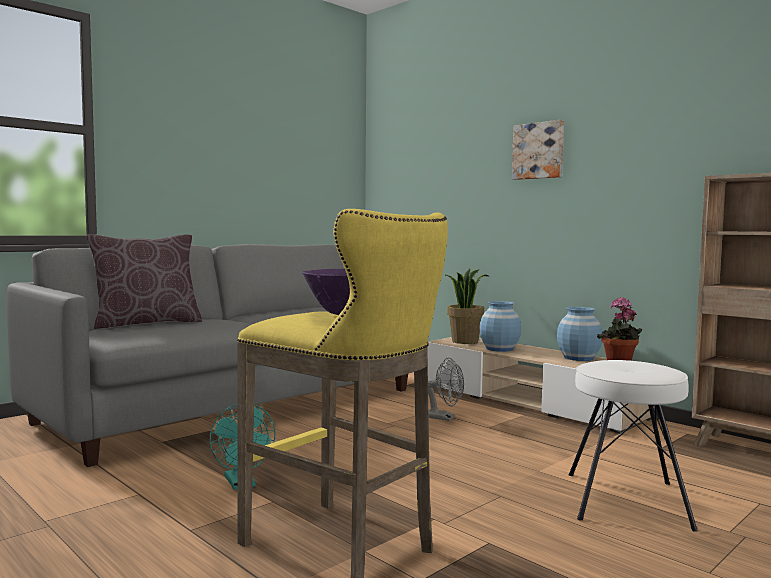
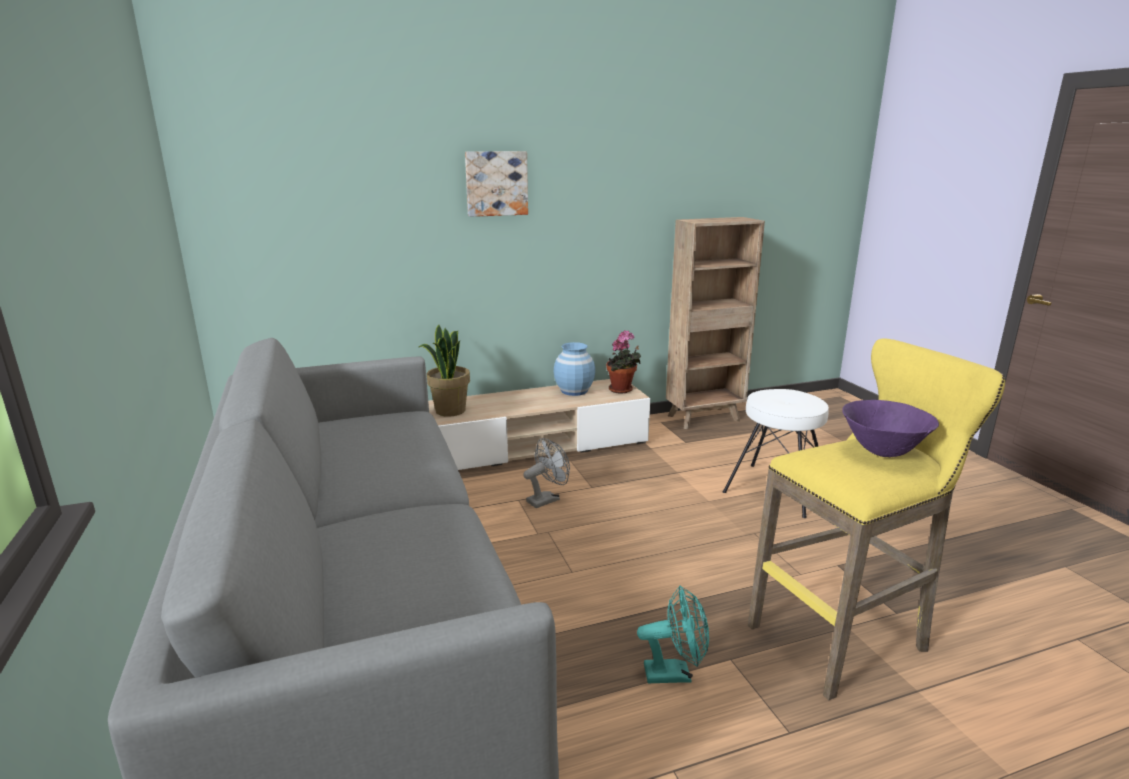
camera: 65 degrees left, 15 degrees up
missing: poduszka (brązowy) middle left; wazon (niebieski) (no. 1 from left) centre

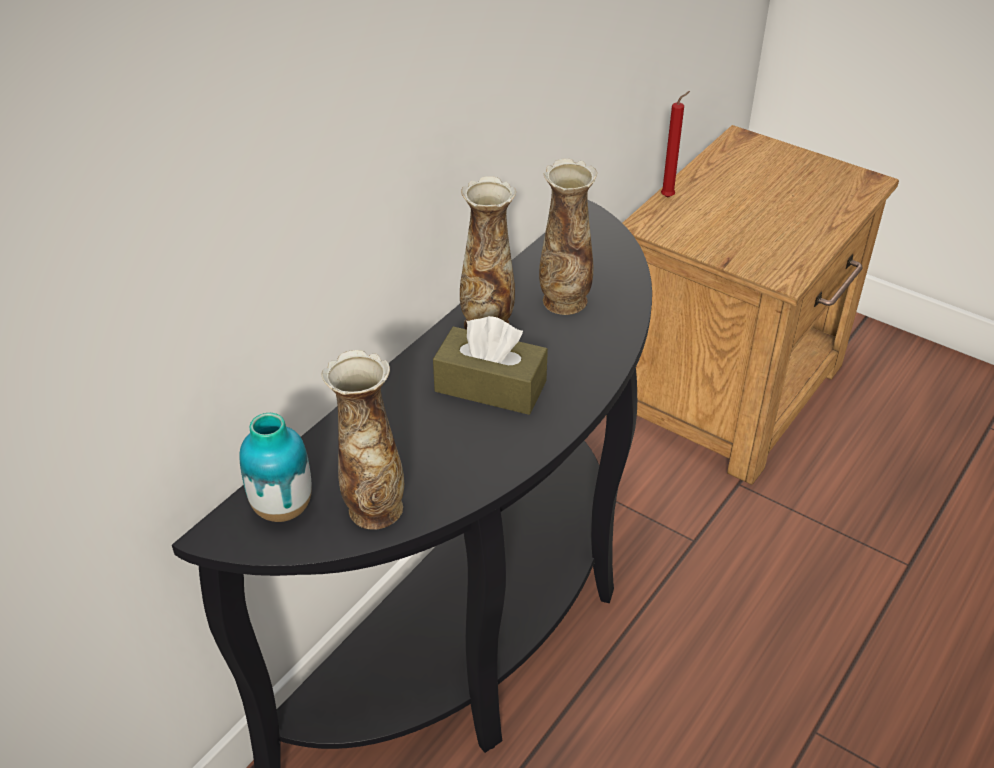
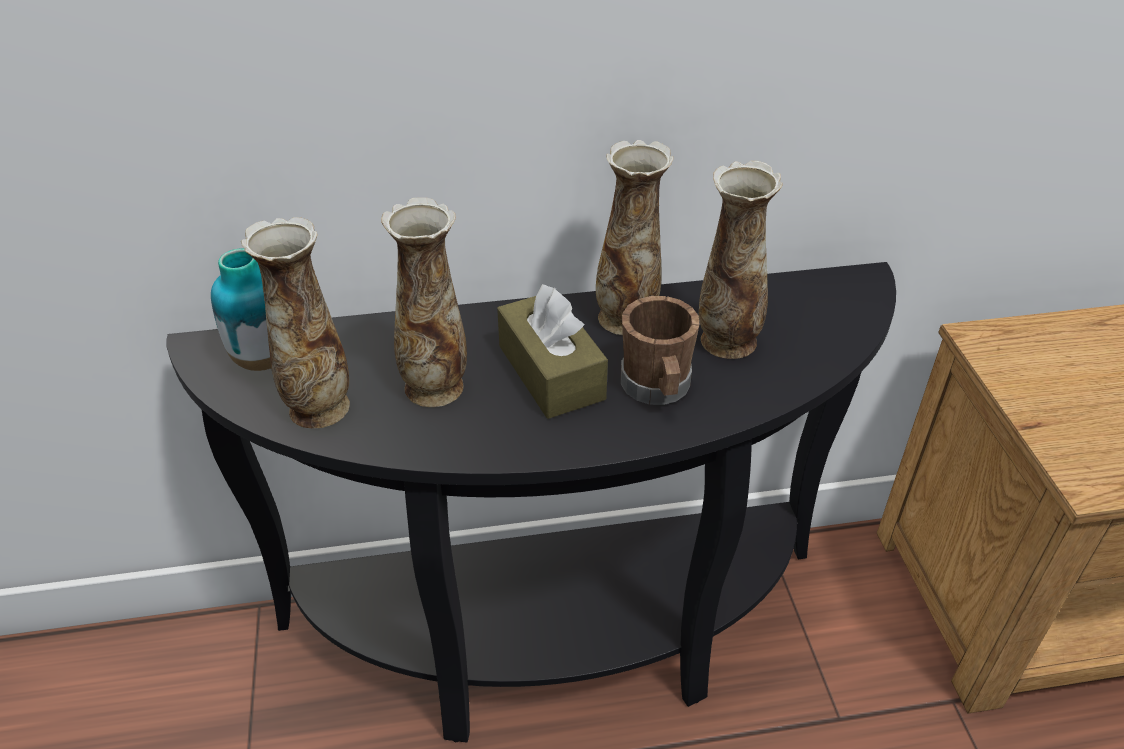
camera: 45 degrees right, 0 degrees up
missing: świeca (czerwony) top right
appeared: wazon (no. 3 from left) centre; kubek (brązowy) centre

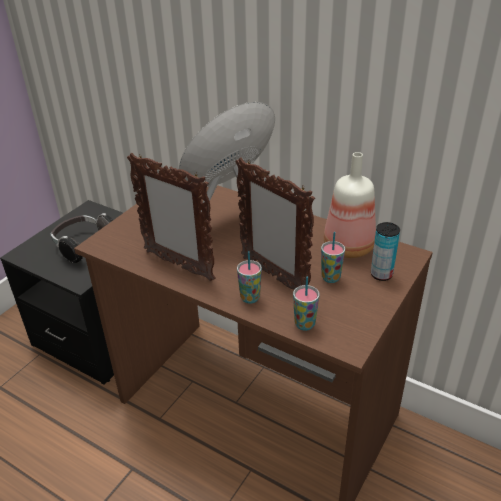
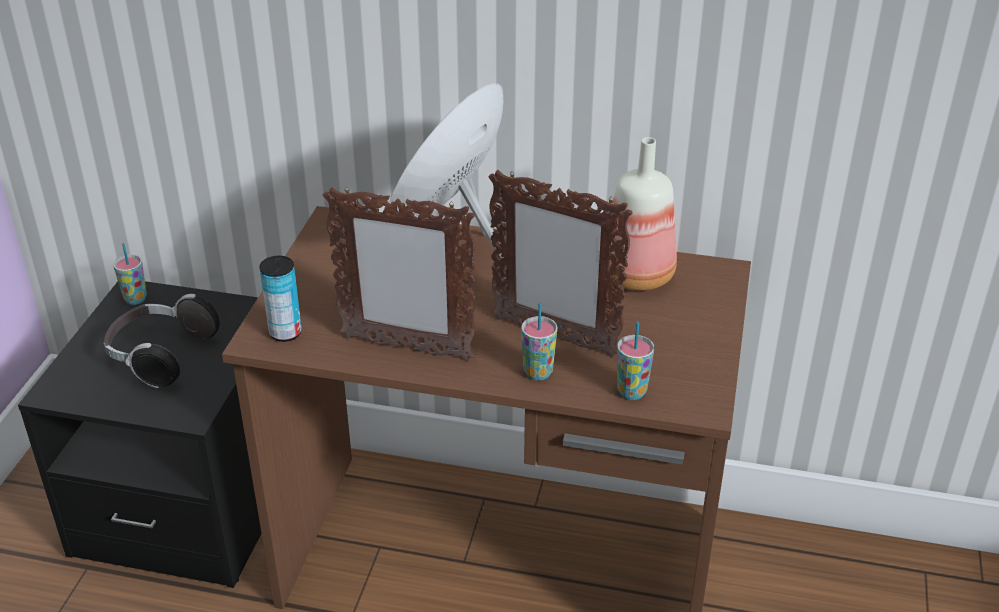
camera: 20 degrees left, 0 degrees up
relocated: puszka middle right to middle left; filiżanka (no. 3 from left in the first image) centre to filiżanka (no. 1 from left) middle left

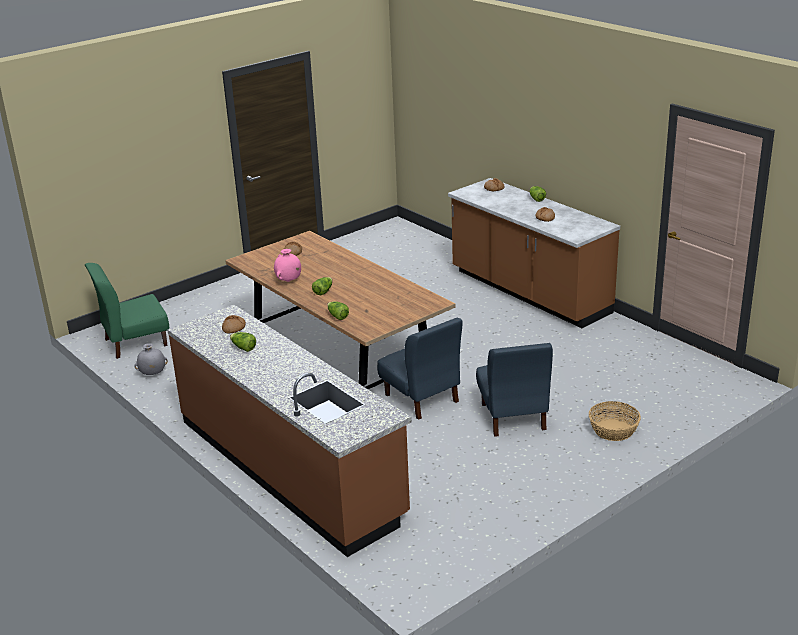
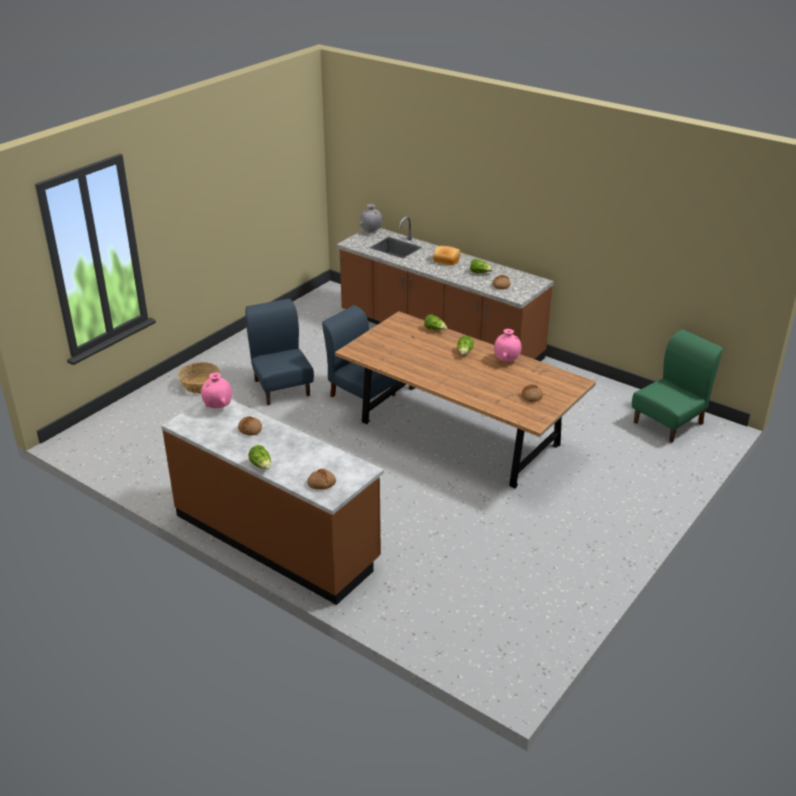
camera: 165 degrees right, 5 degrees up
appeared: chleb (no. 3 from left) top centre; wazon (różowy) (no. 1 from left) middle left
relocated: wazon (szary) middle left to top centre

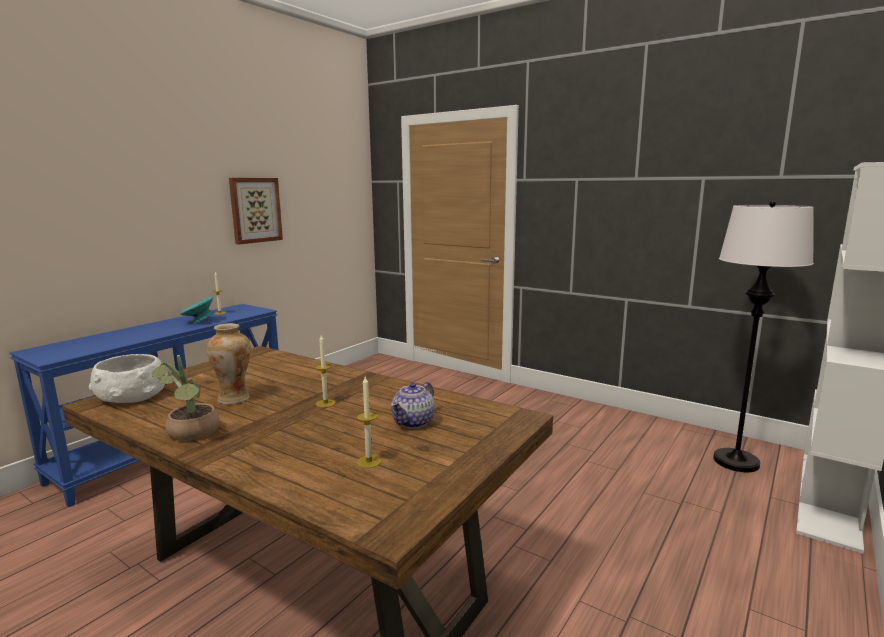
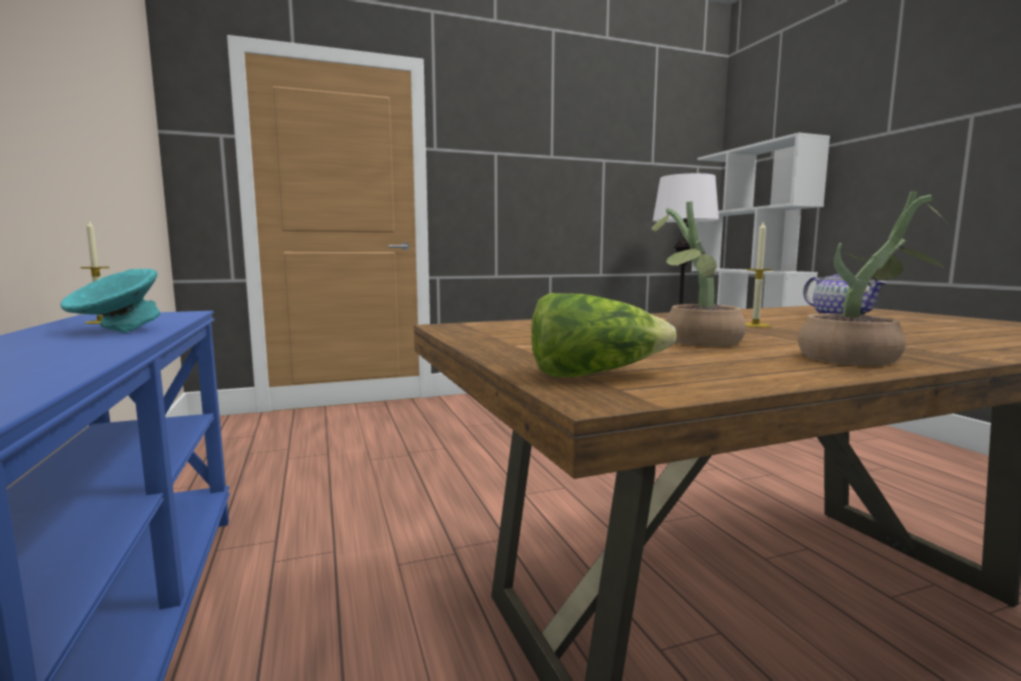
camera: 55 degrees left, 5 degrees down
missing: obraz top left; świeca (no. 3 from left) centre
exchanged: wazon middle left to roślina doniczkowa (no. 1 from left) middle right; miska (biały) middle left to sałata centre

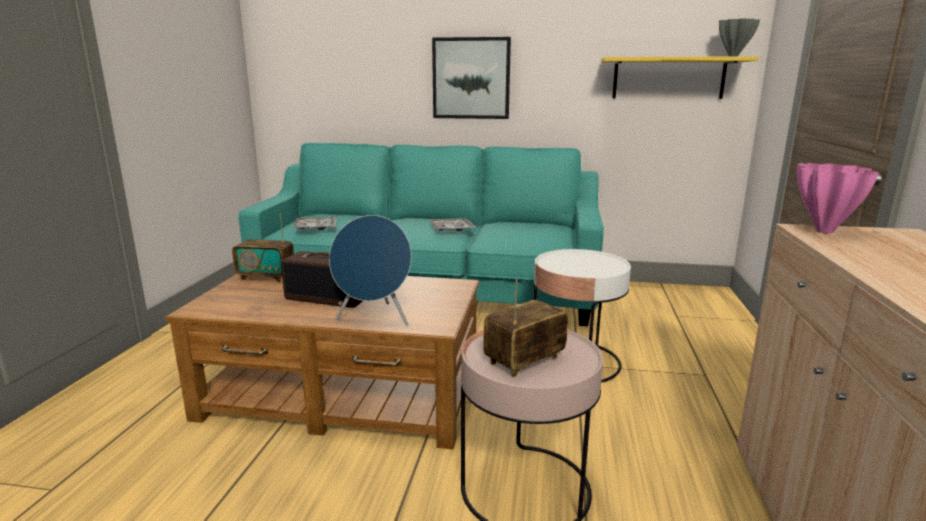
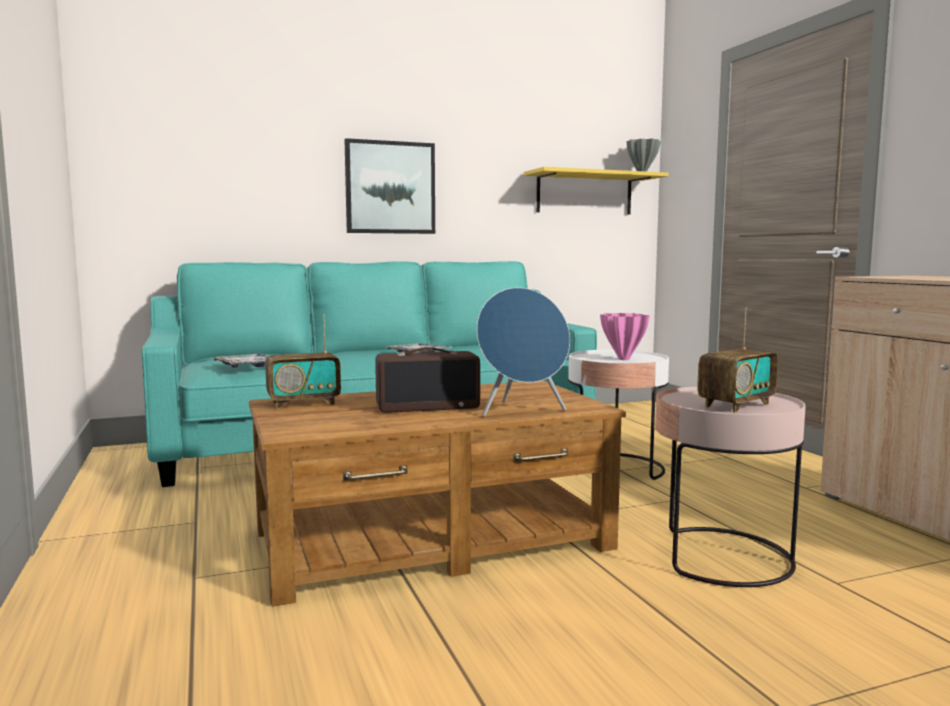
camera: 30 degrees left, 10 degrees down
relocated: wazon (różowy) middle right to centre
spun: radio (no. 3 from left) centre = middle right 150 degrees counterclockwise

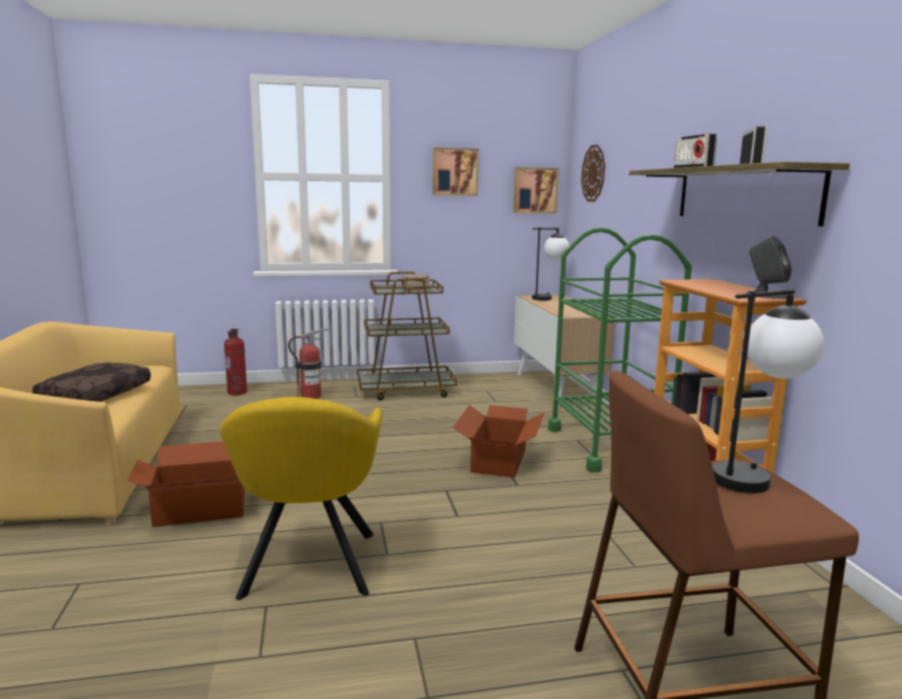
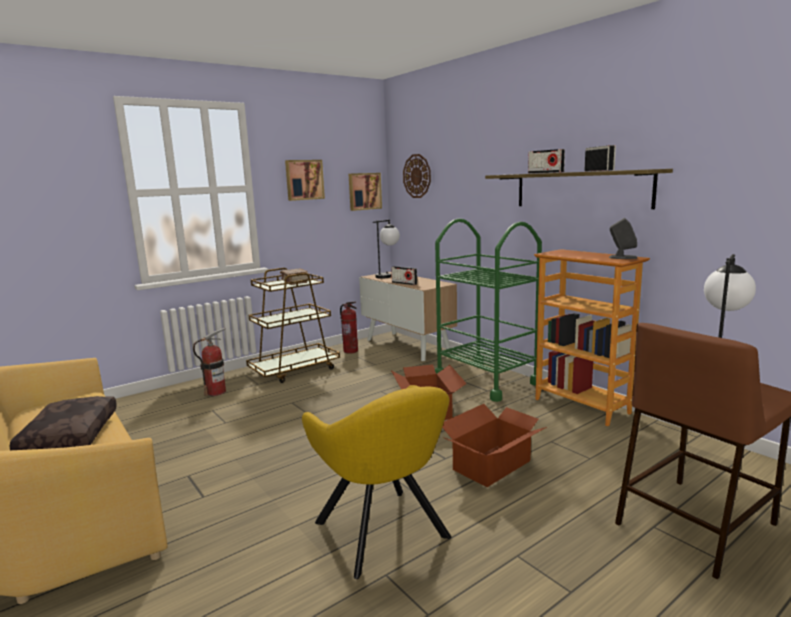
camera: 25 degrees left, 0 degrees up
appeared: radio (no. 1 from left) centre
relocated: gaśnica (no. 1 from left in the first image) middle left to gaśnica (no. 2 from left) centre; karton (no. 1 from left in the first image) bottom left to karton (no. 2 from left) bottom centre

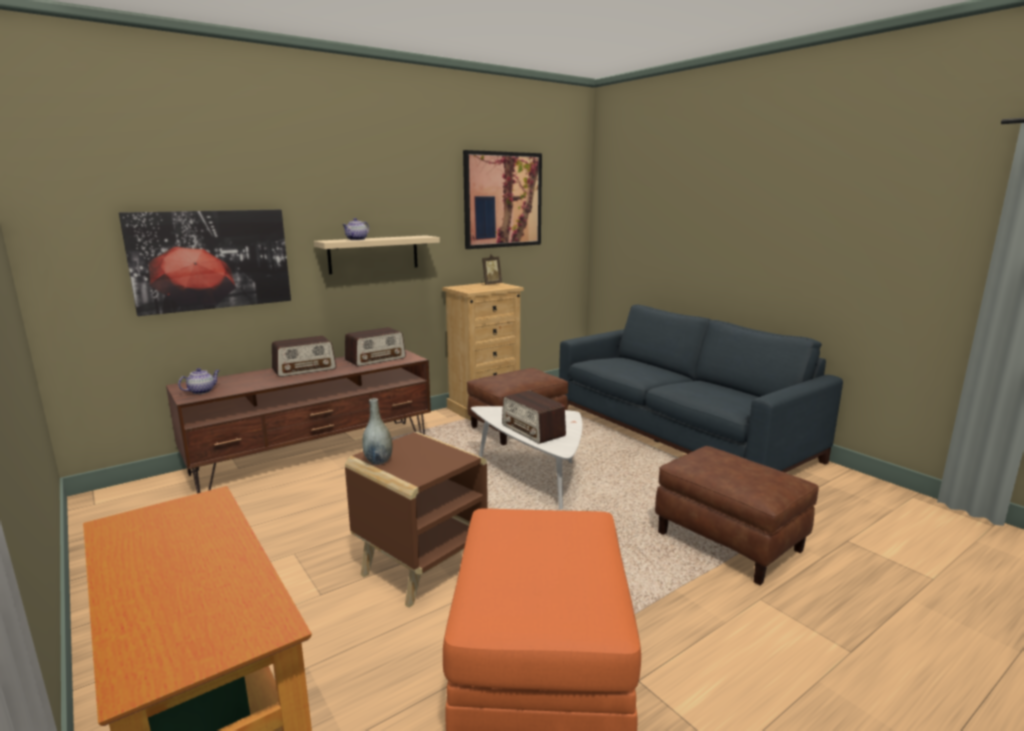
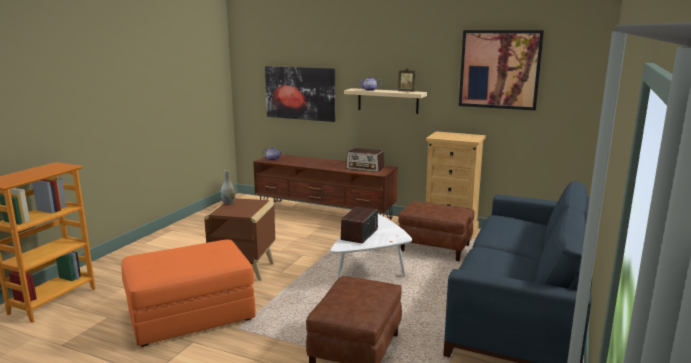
camera: 60 degrees right, 0 degrees up
missing: radio (no. 1 from left) middle left
relocated: ramka na zdjęcie centre to top centre

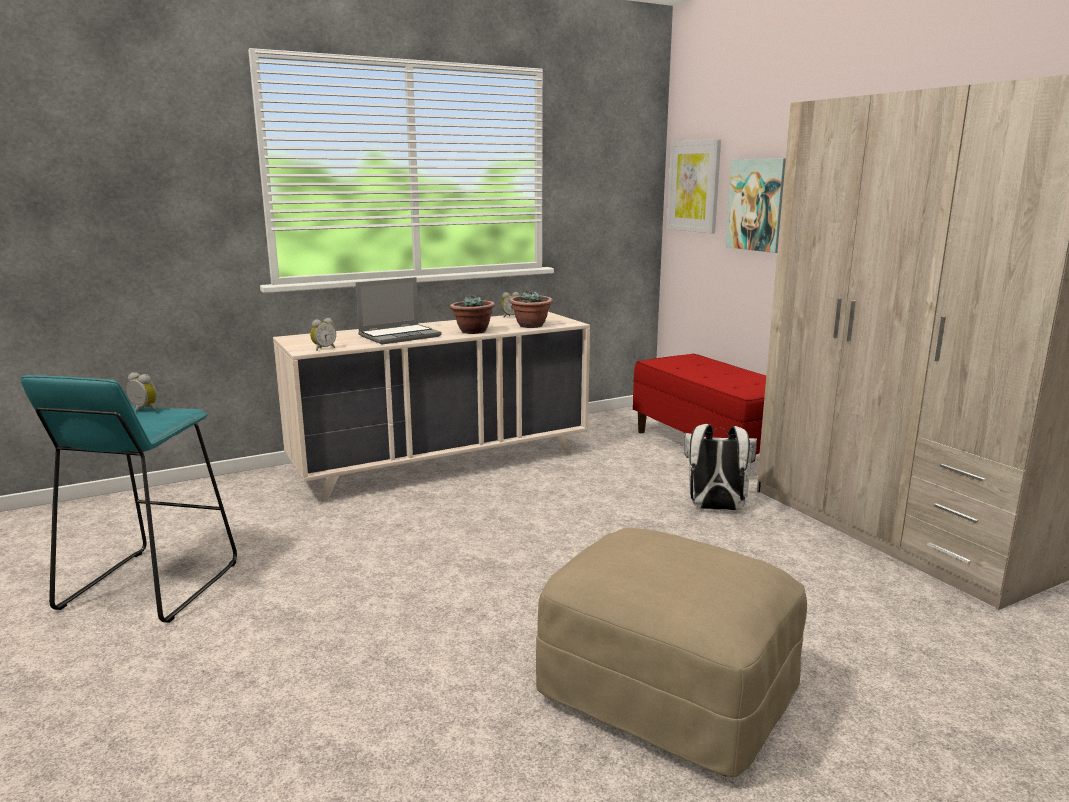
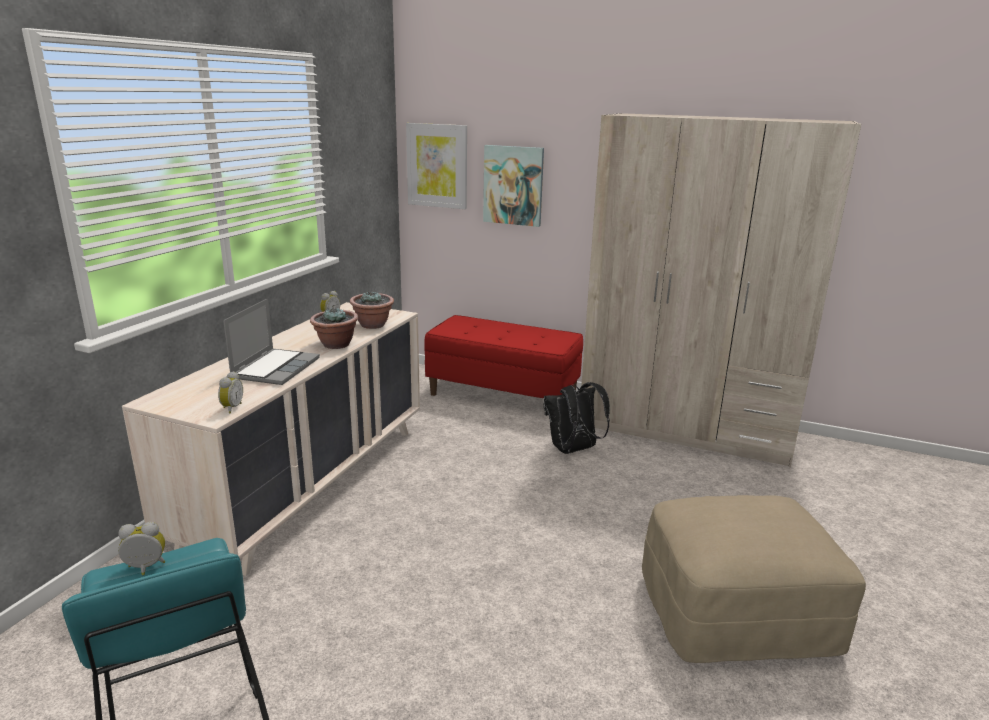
camera: 40 degrees left, 5 degrees up
colour: plecak (biały) middle right to plecak (czarny) centre

